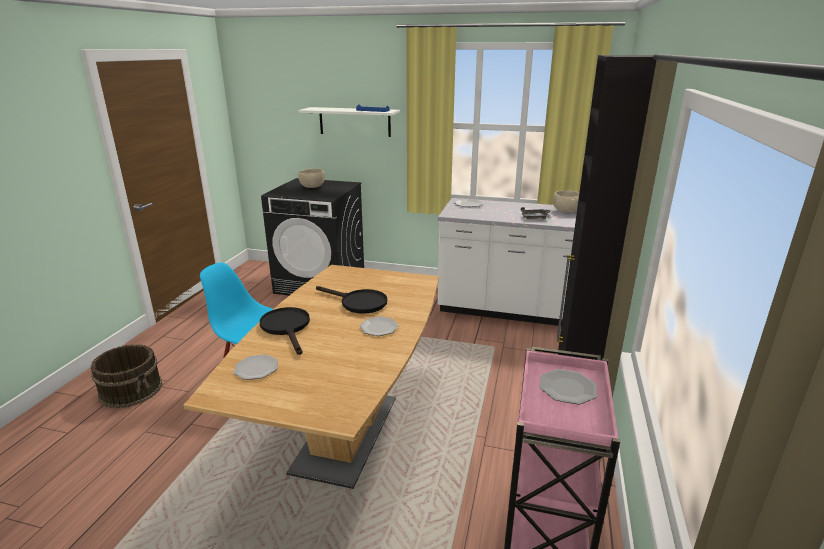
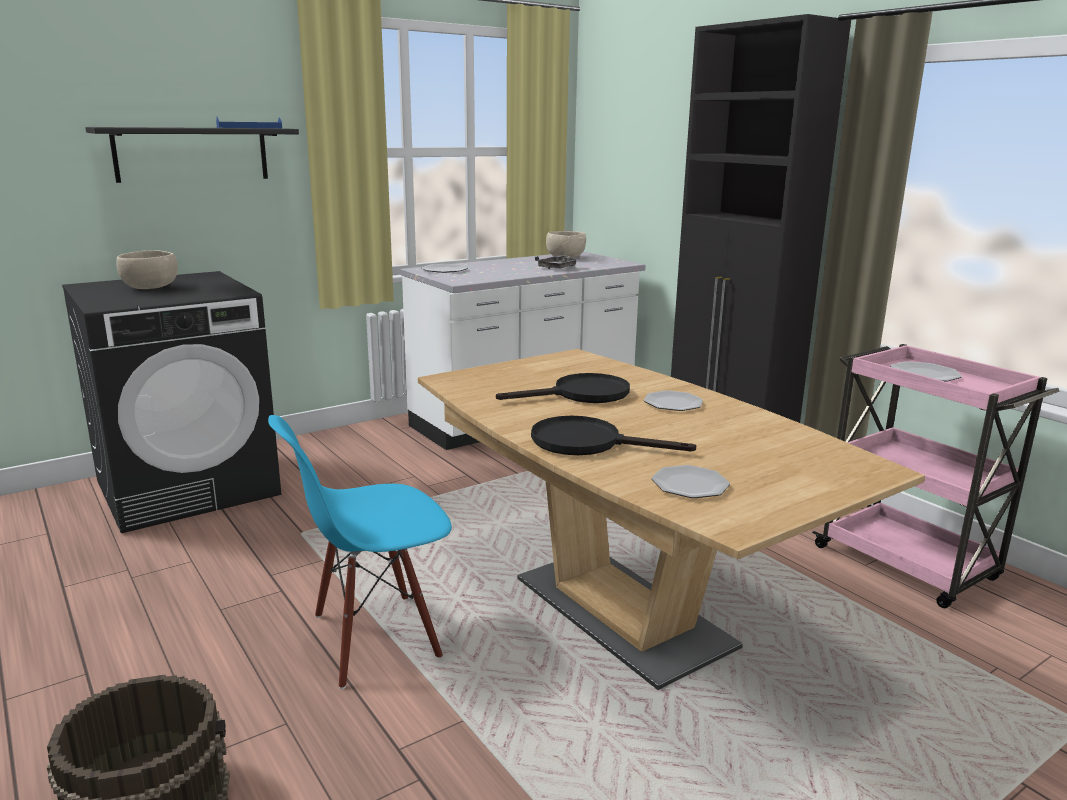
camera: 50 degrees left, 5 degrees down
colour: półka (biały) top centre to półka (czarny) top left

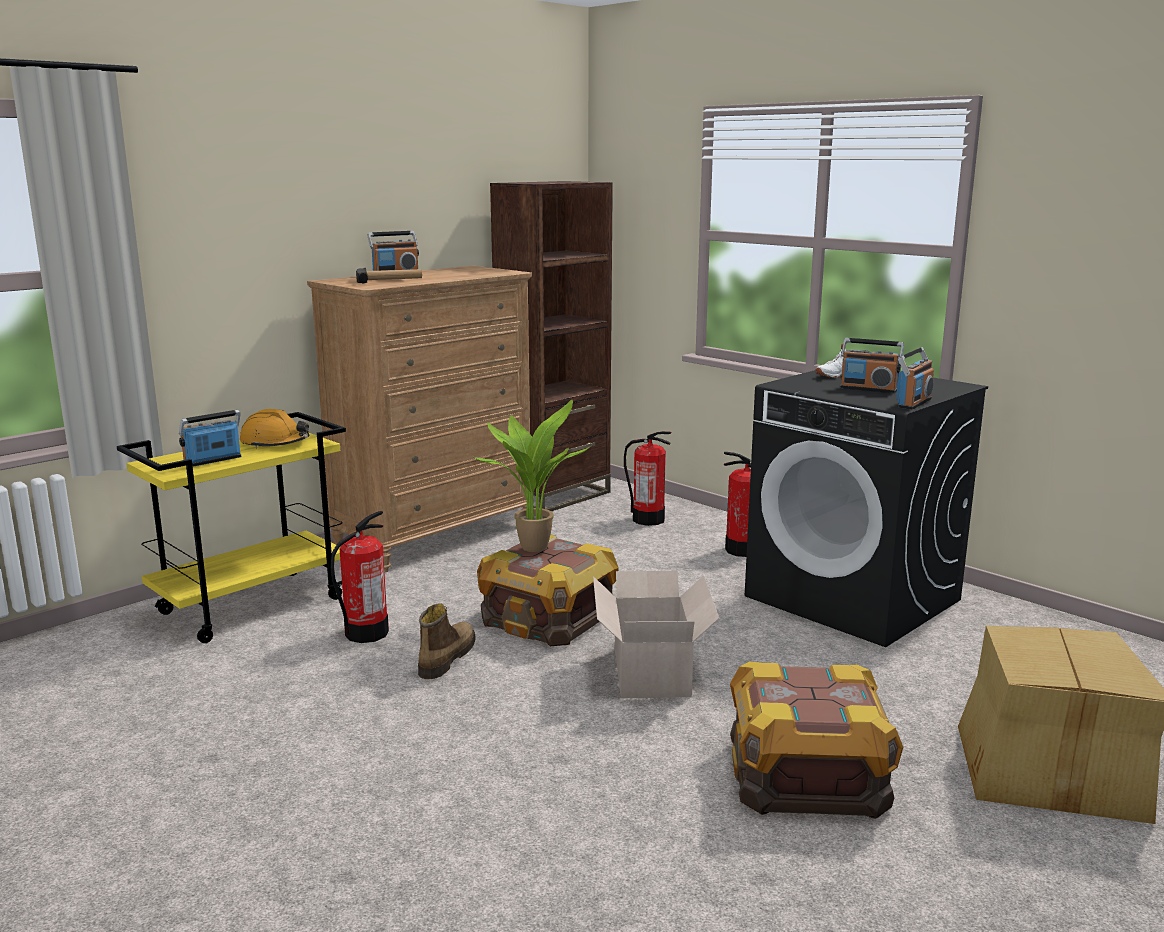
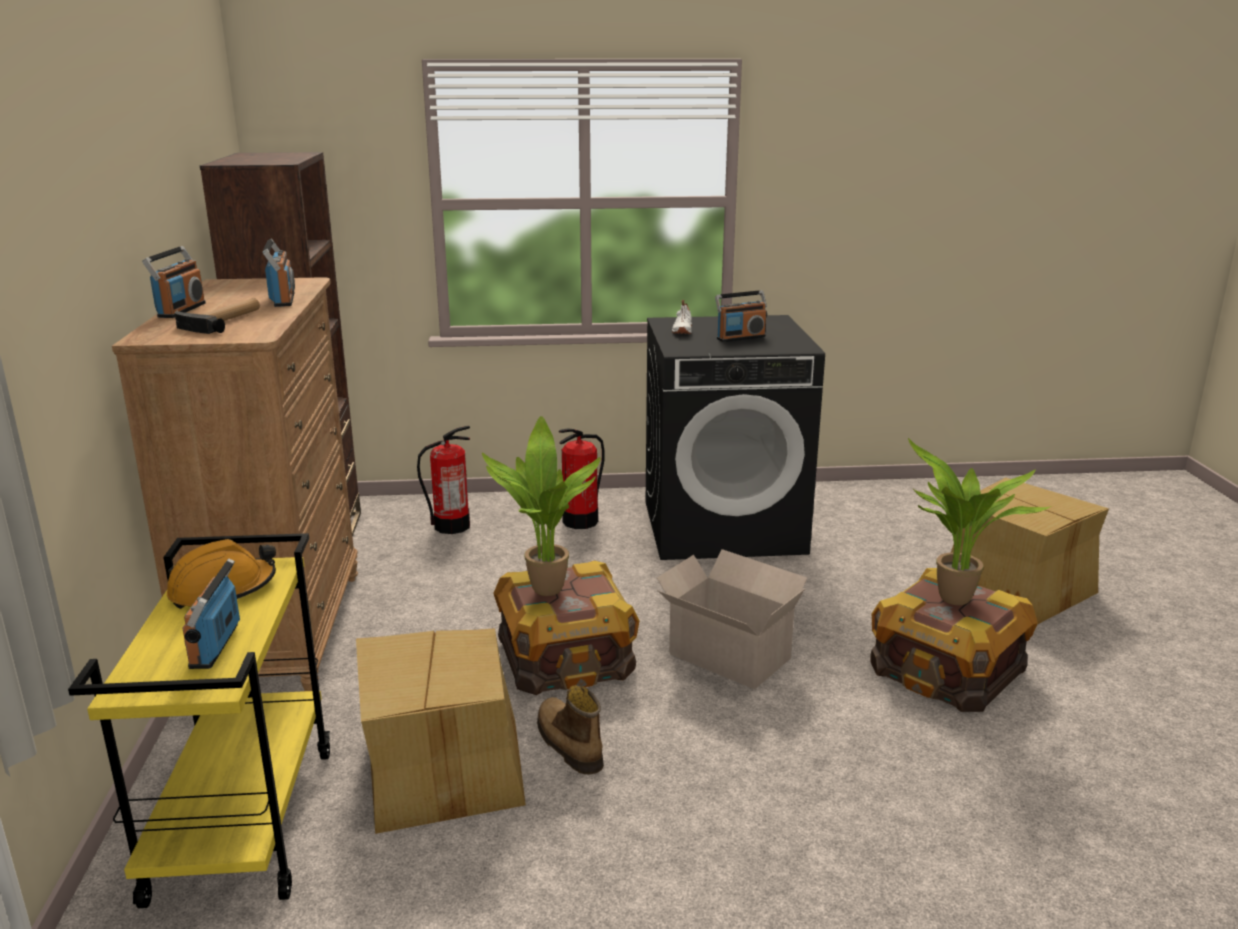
camera: 50 degrees left, 5 degrees up
appeared: roślina doniczkowa (no. 2 from left) middle right
relocated: radio (no. 4 from left in the first image) middle right to radio (no. 3 from left) top left
exchanged: gaśnica (no. 1 from left) middle left to karton (no. 1 from left) bottom centre

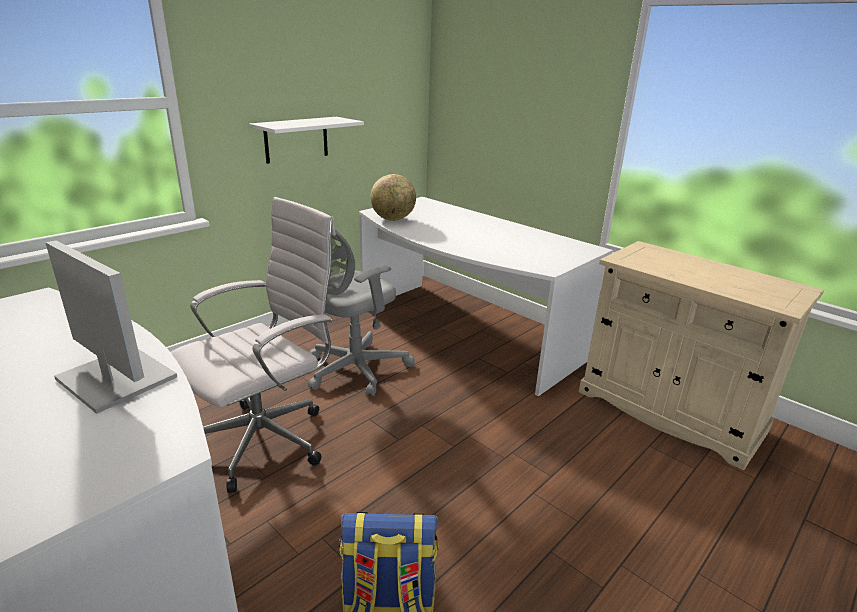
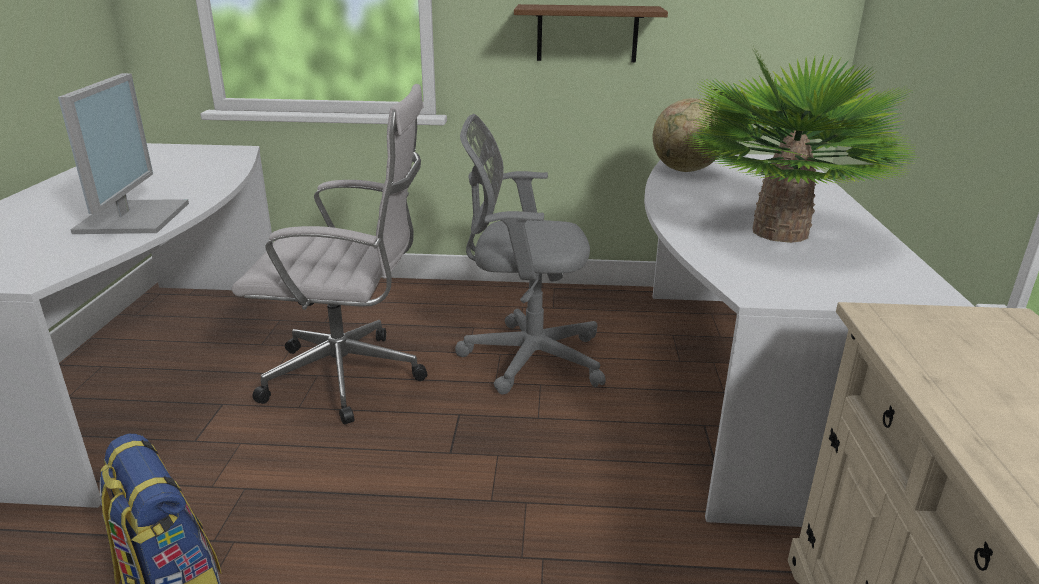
camera: 50 degrees right, 0 degrees up
appeared: roślina doniczkowa top right
colour: półka (biały) top centre to półka (brązowy) top centre

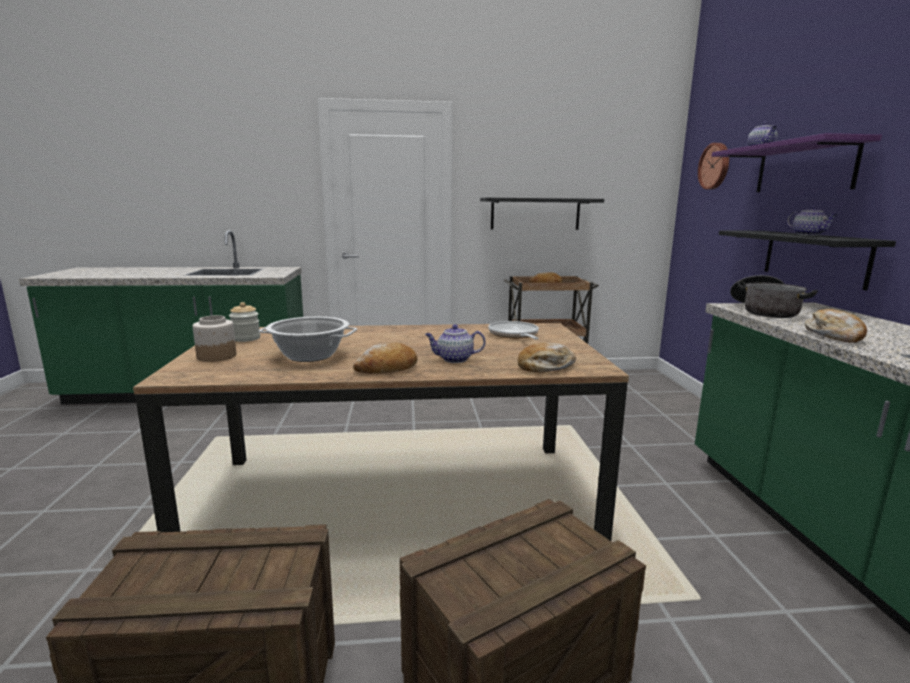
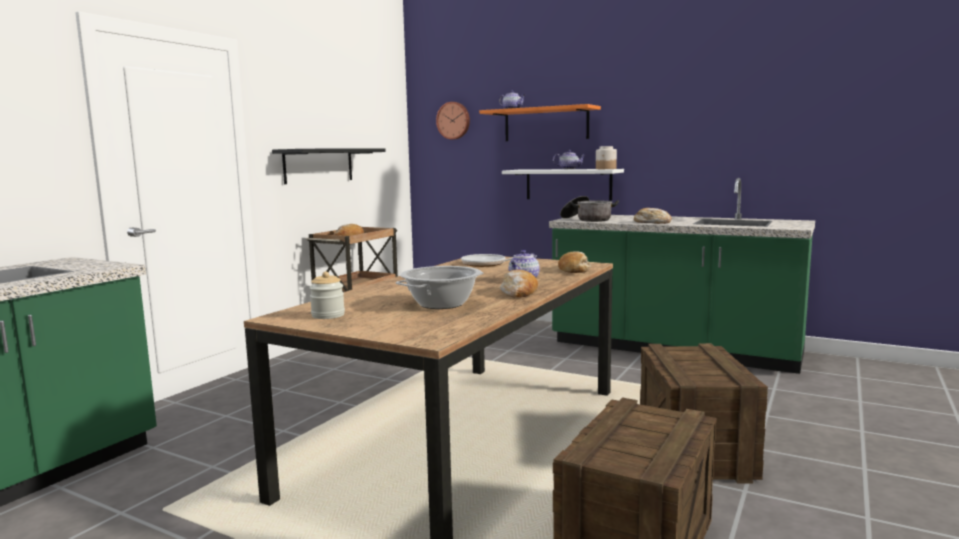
camera: 55 degrees left, 5 degrees down
relocated: słoik (no. 1 from left in the first image) middle left to słoik (no. 2 from left) top centre
colour: półka (fioletowy) top right to półka (pomarańczowy) top centre; półka (czarny) (no. 2 from left) middle right to półka (biały) centre

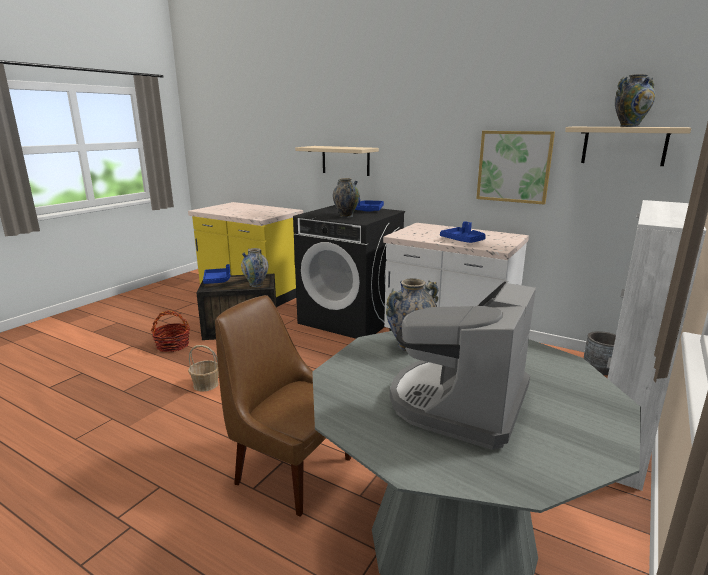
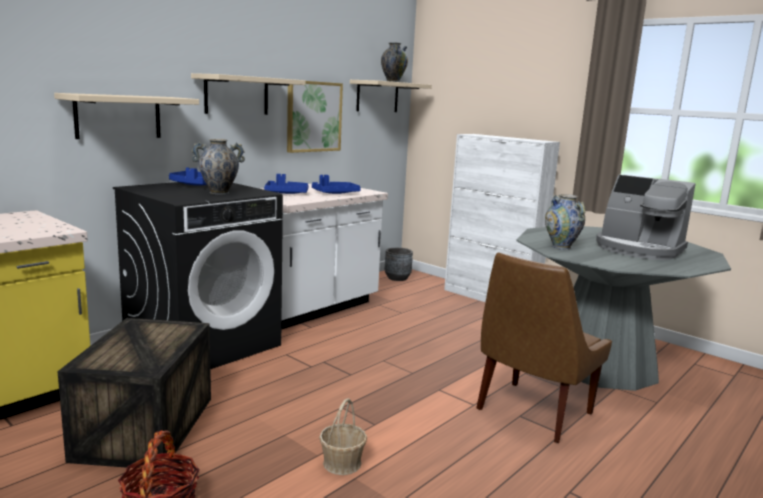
camera: 80 degrees left, 5 degrees down
missing: wazon (no. 1 from left) centre
appeared: półka (beżowy) (no. 2 from left) top left
relocated: taca (niebieski) (no. 1 from left in the first image) middle left to taca (niebieski) (no. 2 from left) centre

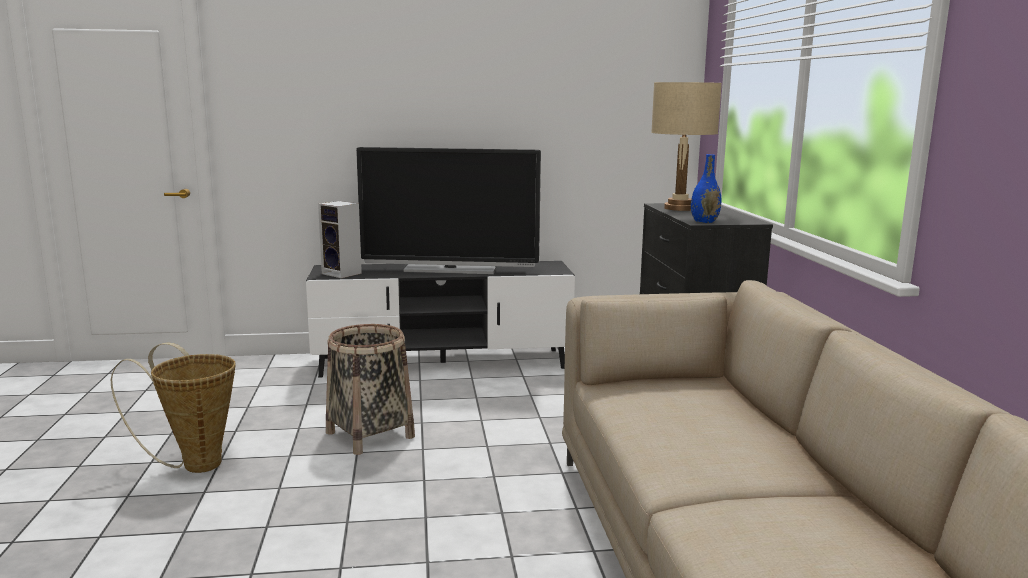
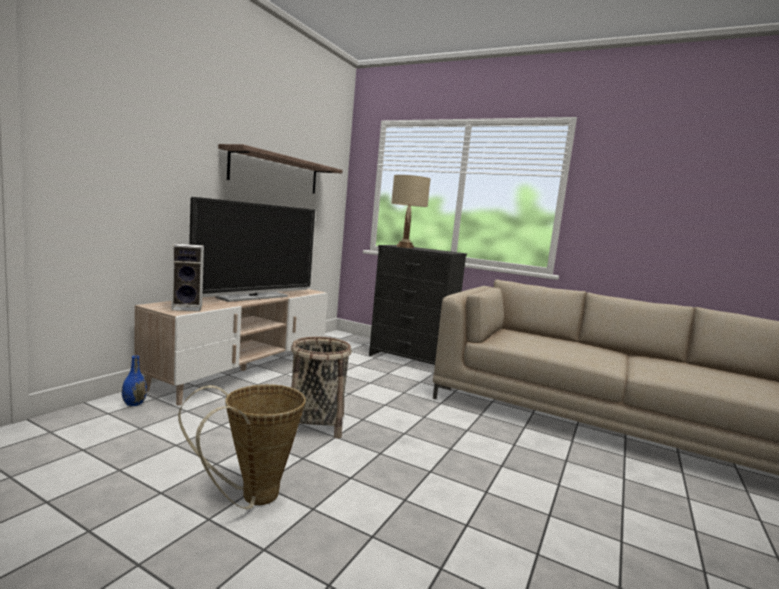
camera: 55 degrees left, 5 degrees down
appeared: półka top centre
relocated: wazon (niebieski) top right to middle left
colour: szafka pod telewizor (czarny) centre to szafka pod telewizor (beżowy) middle left

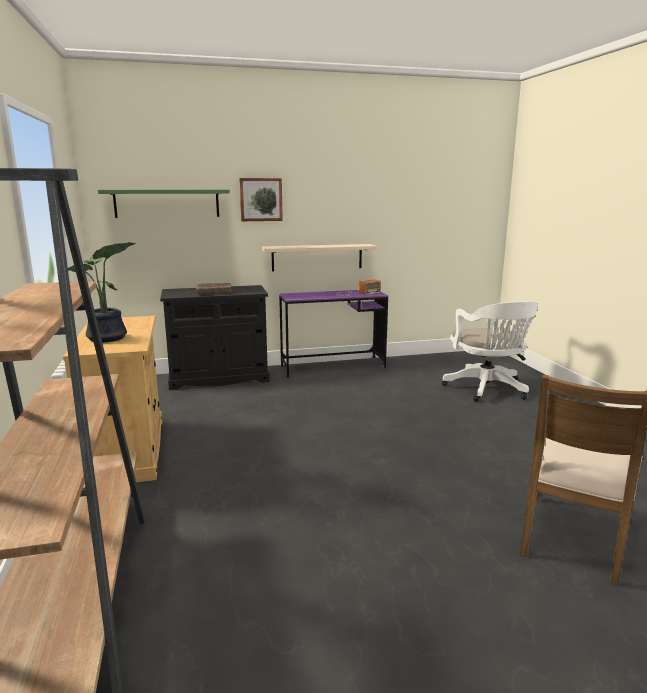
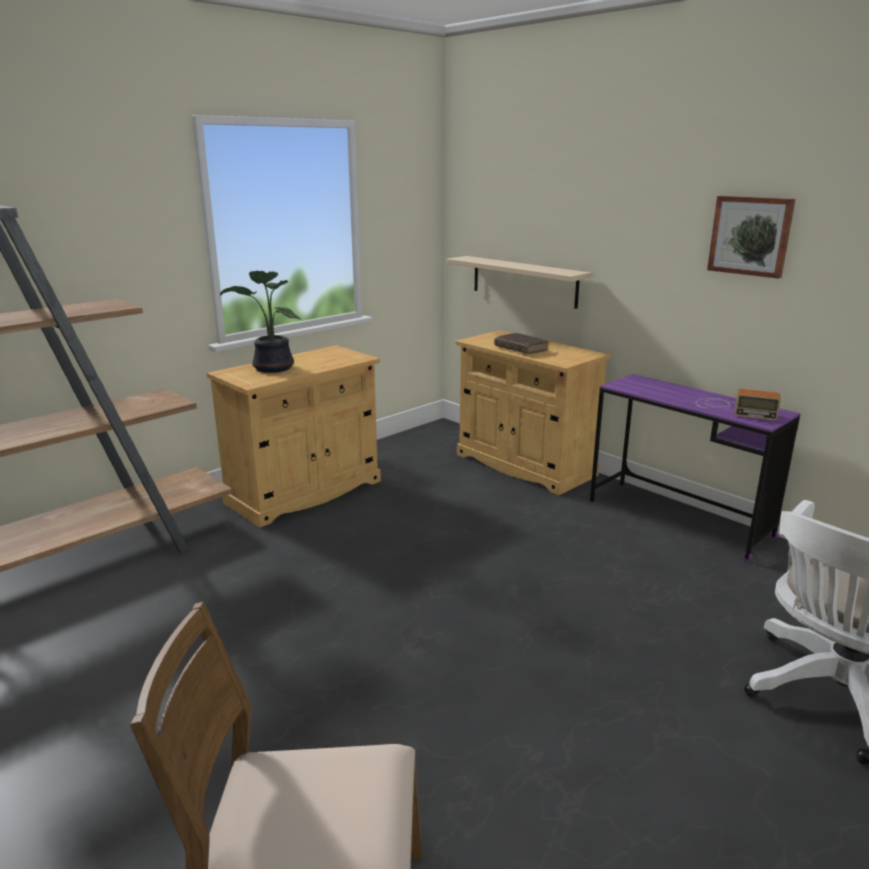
camera: 60 degrees right, 5 degrees up
missing: półka (zielony) top left
relocated: obraz top centre to top right; półka (beżowy) centre to top centre
colour: szafka (czarny) middle left to szafka (beżowy) (no. 2 from left) centre

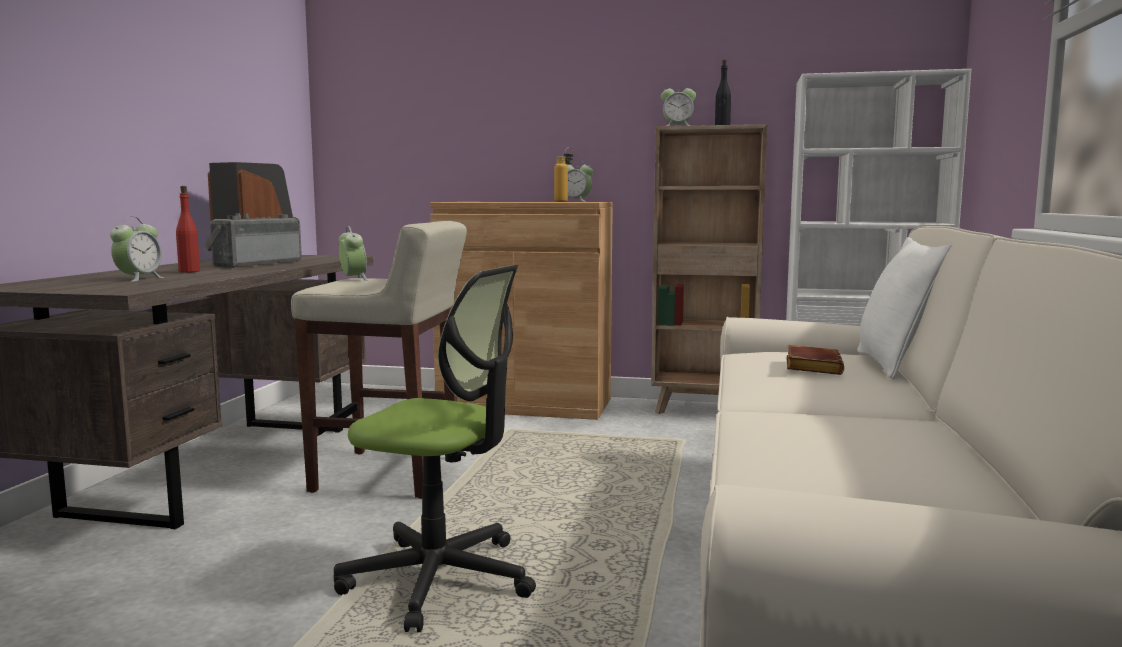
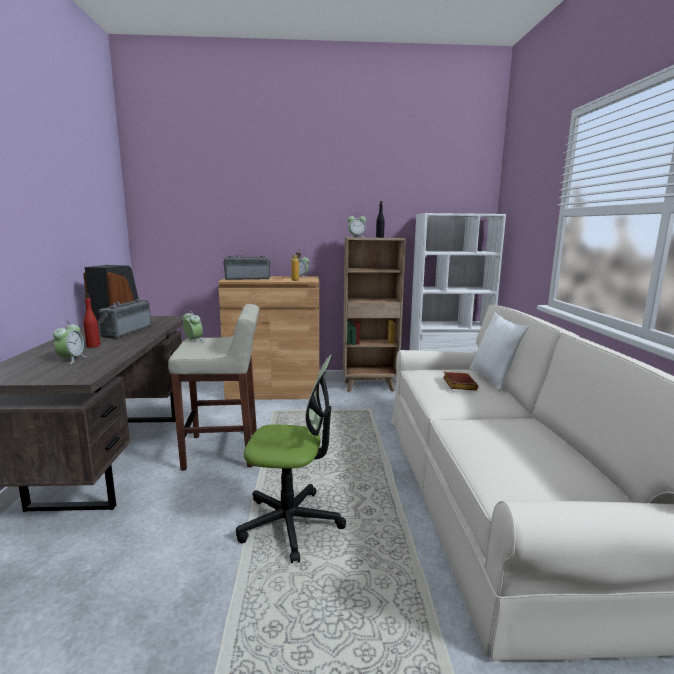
camera: 15 degrees left, 5 degrees up
appeared: radio (no. 2 from left) centre

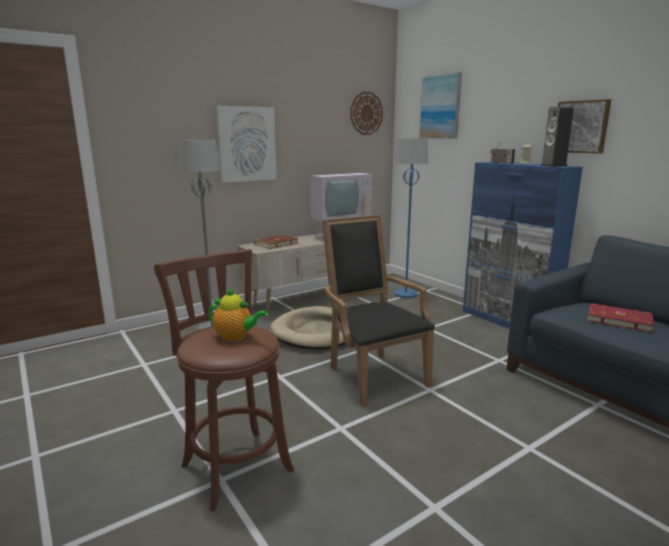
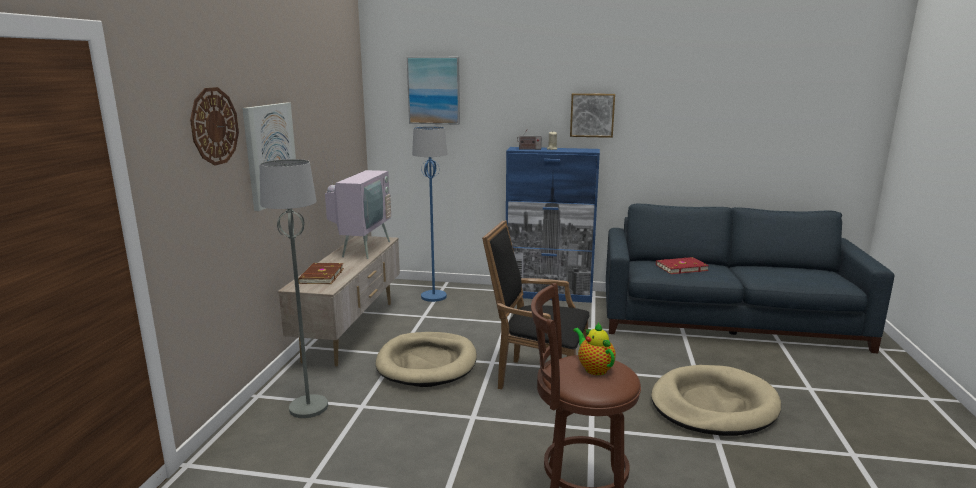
camera: 45 degrees left, 0 degrees up
missing: głośnik top right
appeared: legowisko (beżowy) (no. 2 from left) bottom right
relocated: zegar ścienny top centre to top left
spun: imbryk centre = bottom centre 90 degrees counterclockwise

